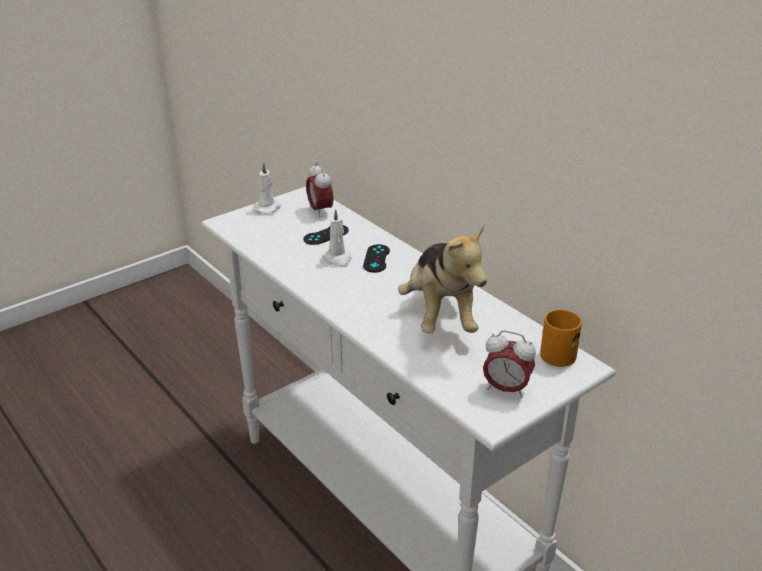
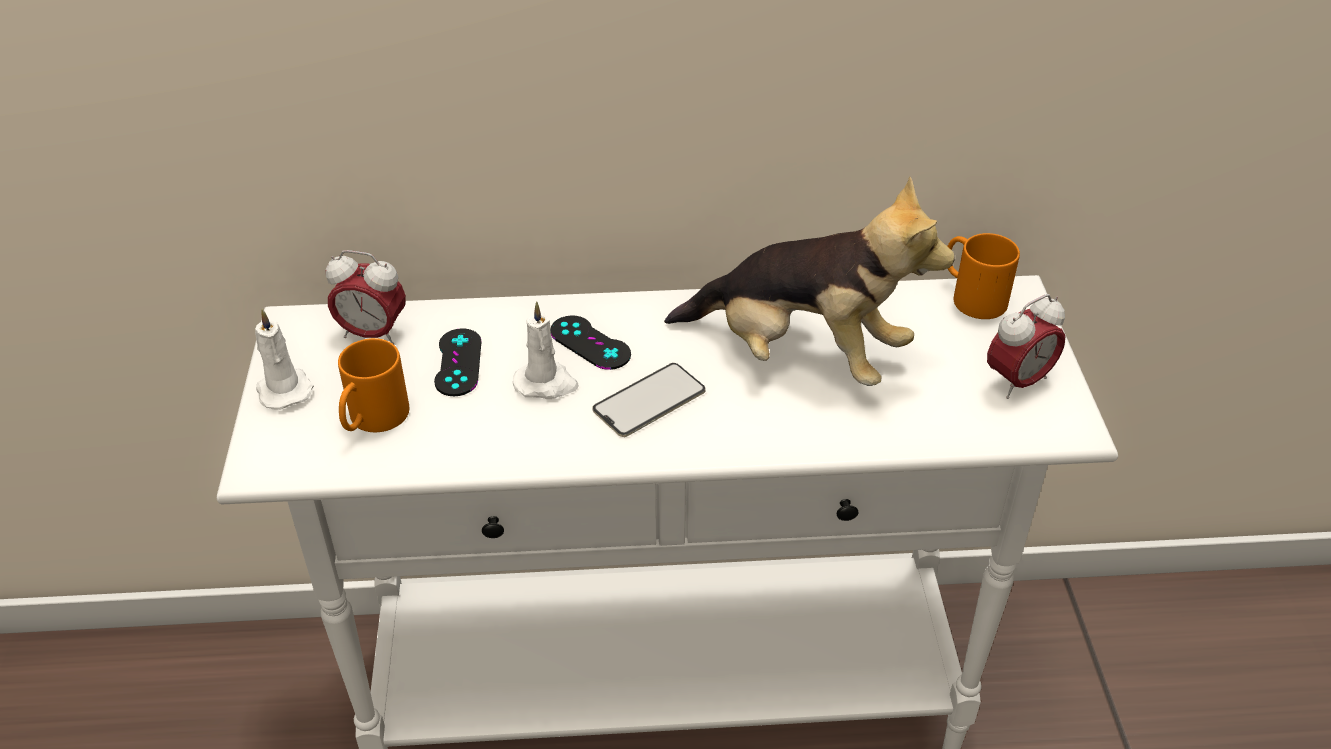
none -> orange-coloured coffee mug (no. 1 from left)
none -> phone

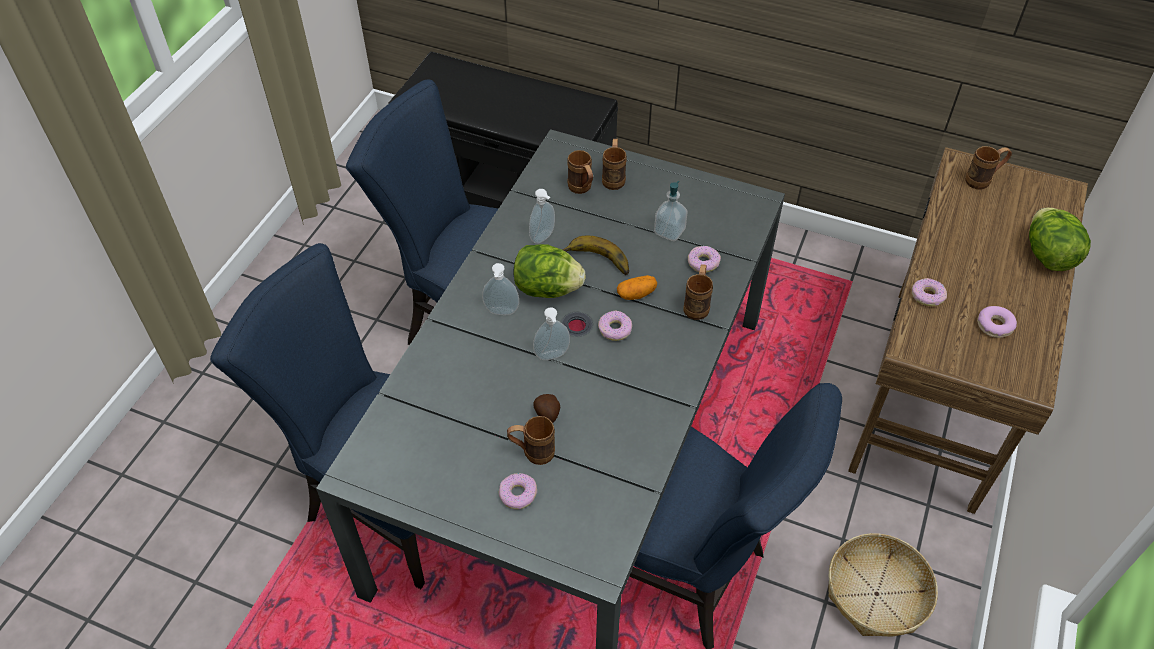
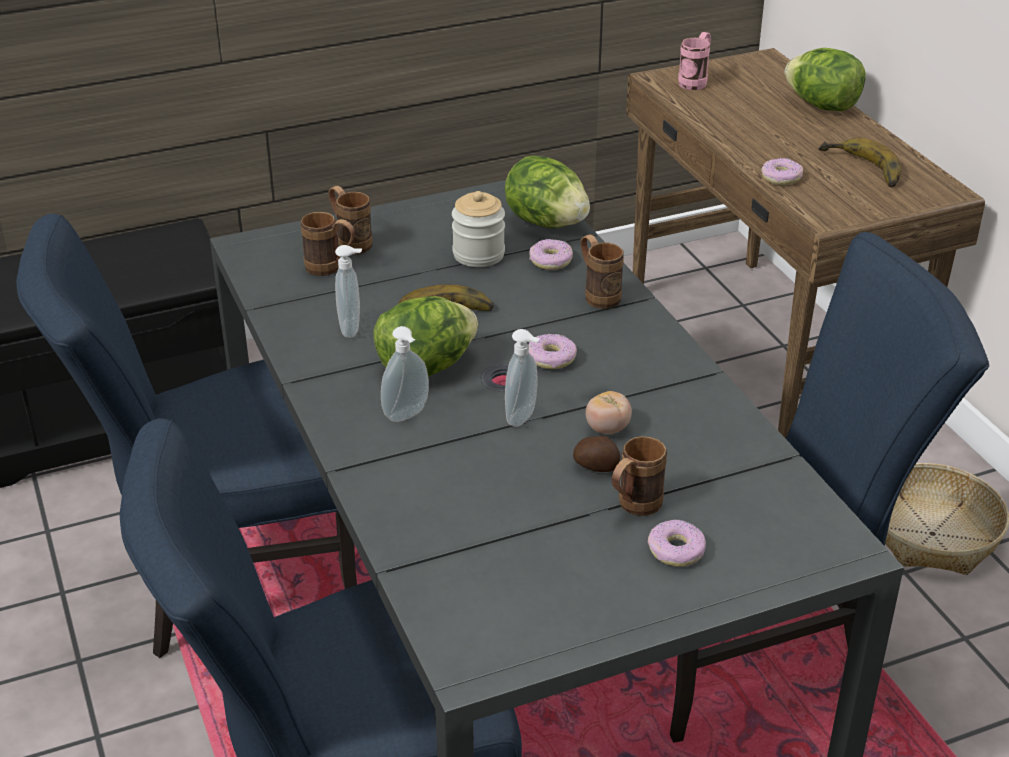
spud (no. 2 from left) -> none
none -> lettuce (no. 2 from left)
none -> tomato
soap dispenser (no. 4 from left) -> preserve jar
doughnut (no. 5 from left) -> banana fruit (no. 2 from left)
brownish coffee mug (no. 5 from left) -> pink-coloured coffee mug

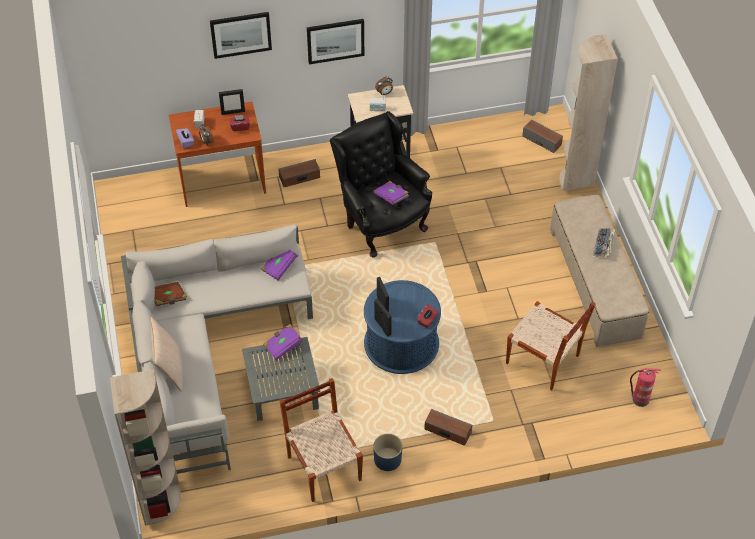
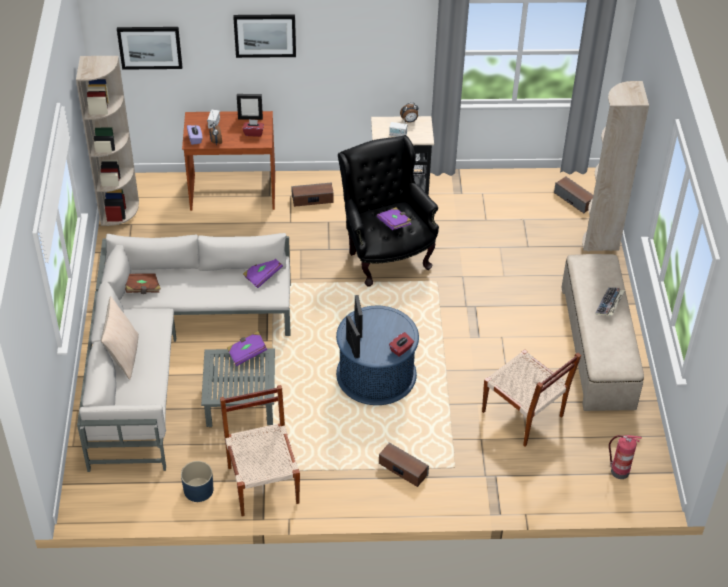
sand-coloured bookshelf (no. 1 from left), relocated
wall picture (no. 2 from left in the first image) -> wall picture (no. 1 from left), relocated
blue-coloured planter, relocated

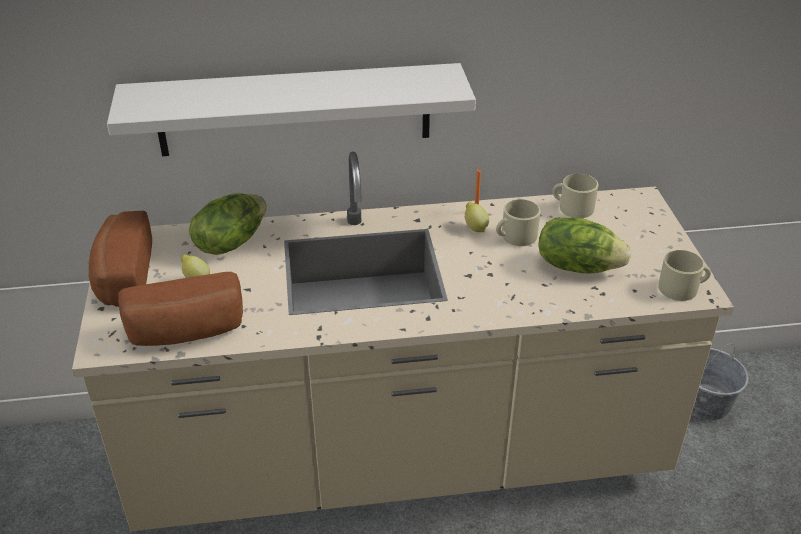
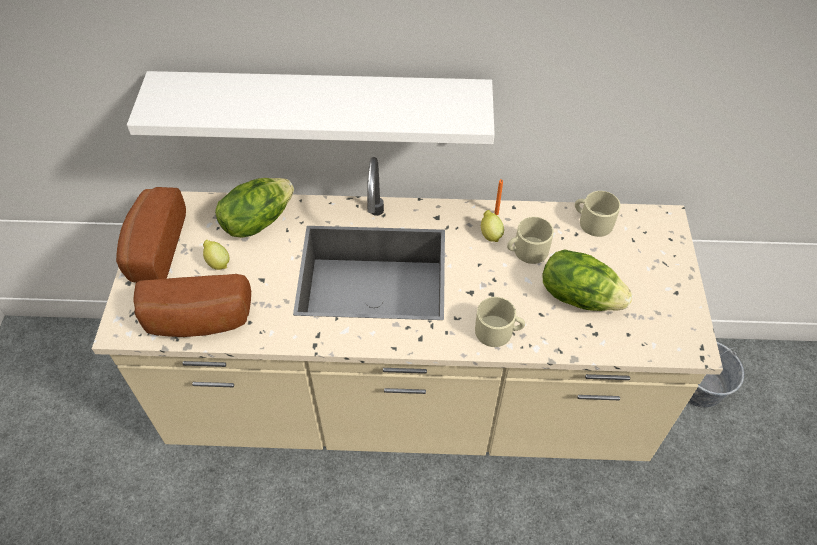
sand-coloured coffee mug (no. 3 from left in the first image) -> sand-coloured coffee mug (no. 1 from left), relocated

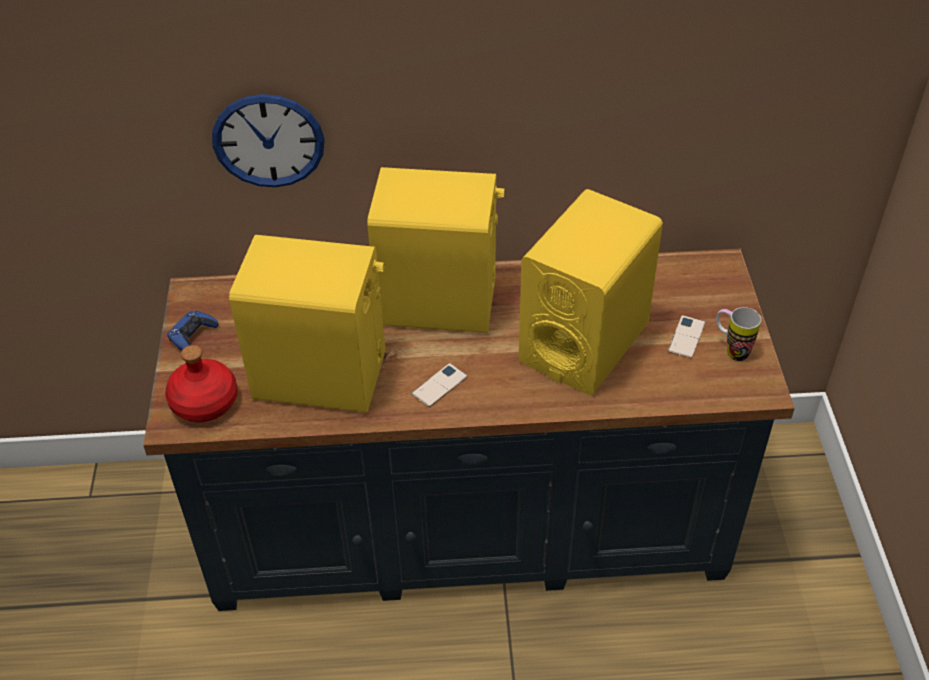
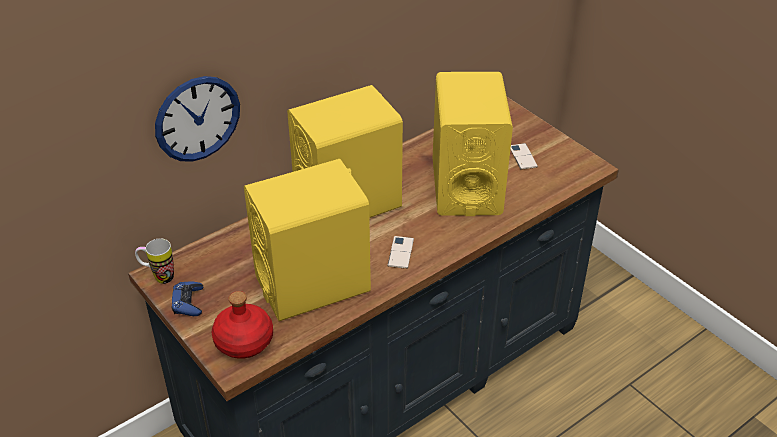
coffee mug, relocated

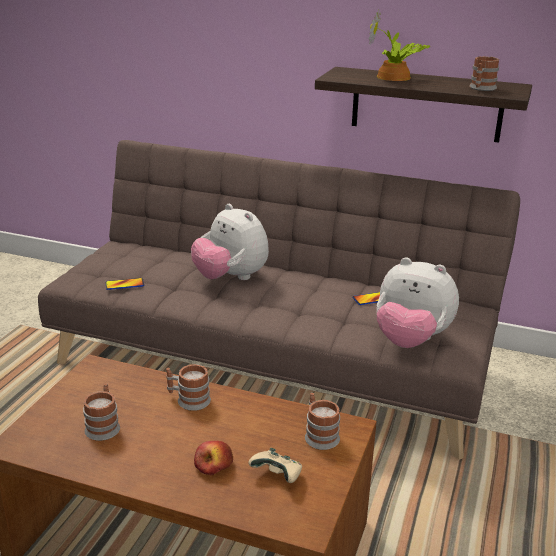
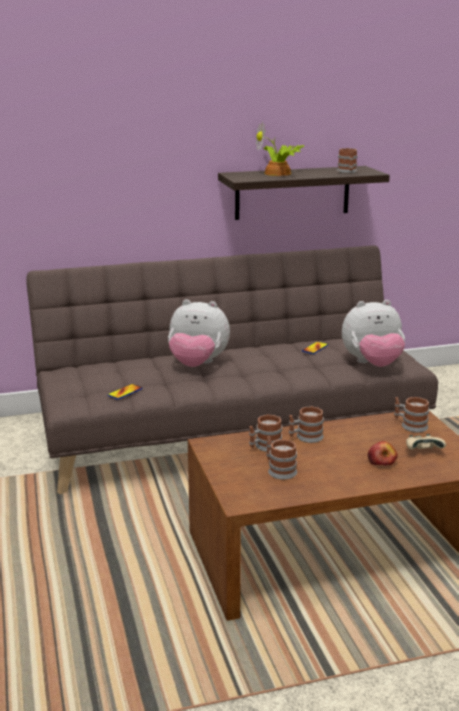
none -> coffee mug (no. 1 from left)

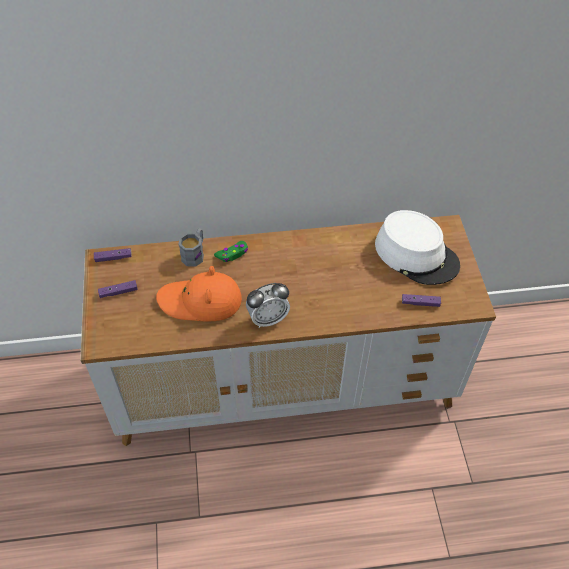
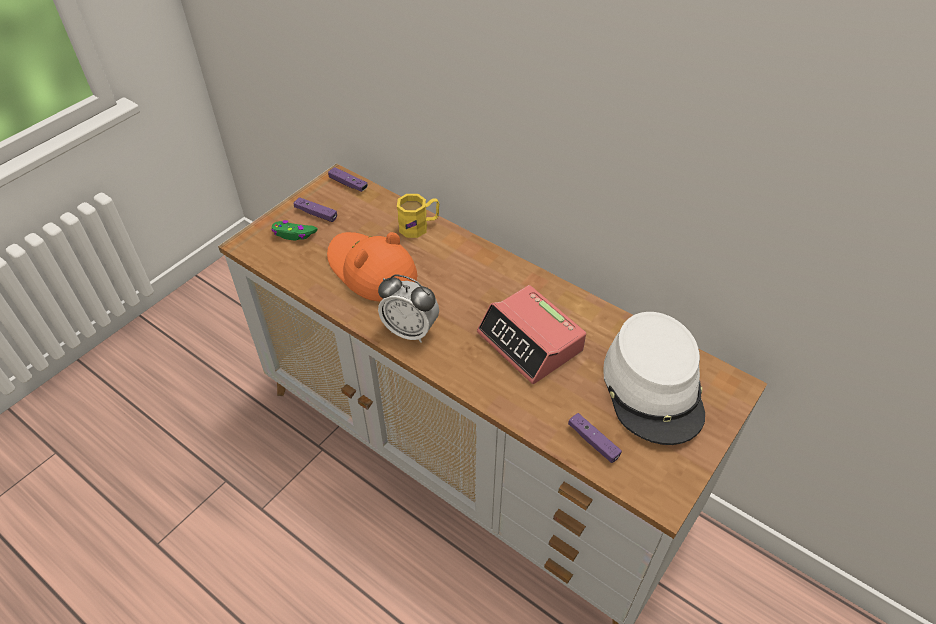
none -> alarm clock (no. 2 from left)
green joypad, relocated
greyish coffee mug -> yellowish coffee mug

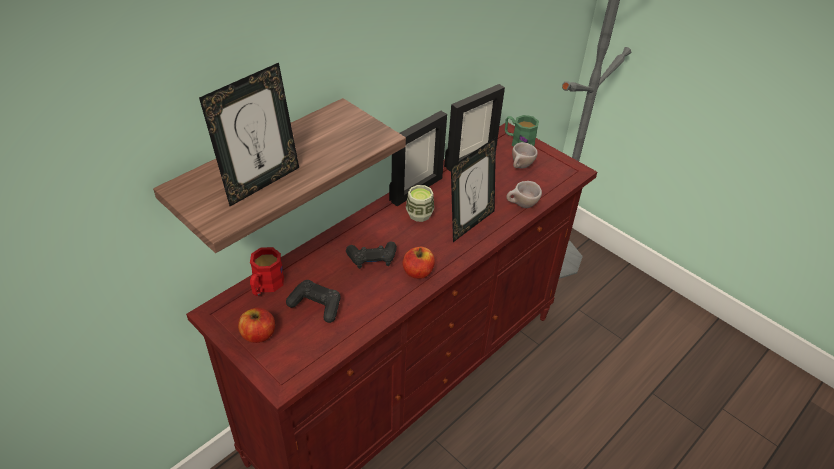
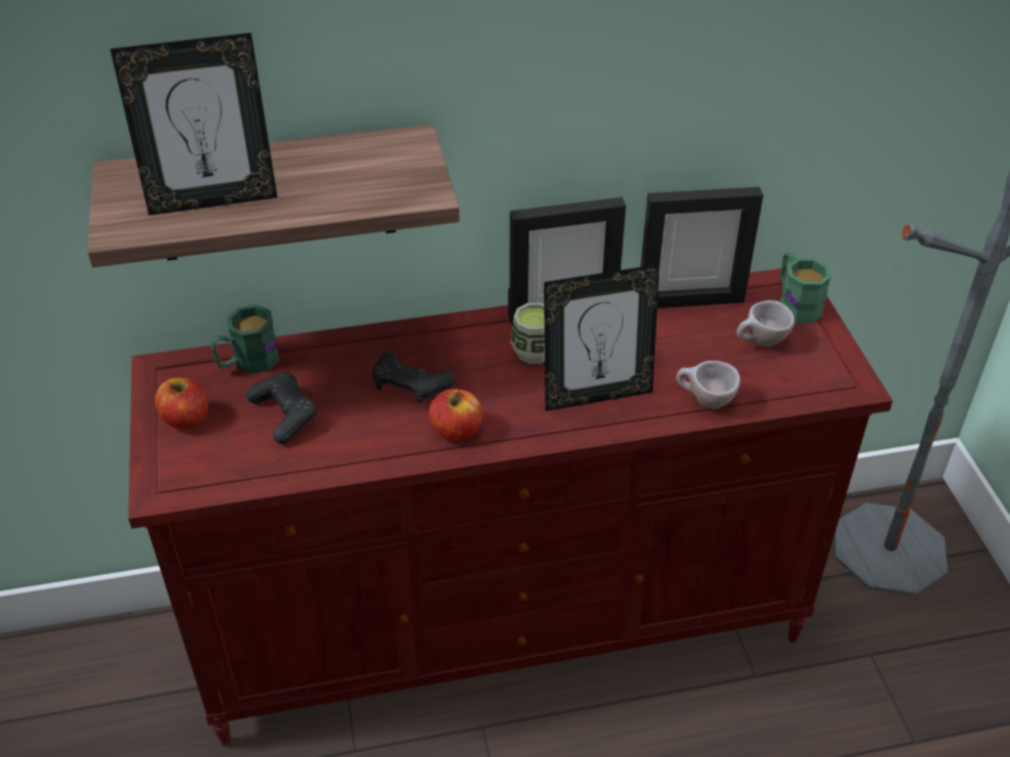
red coffee mug -> green coffee mug (no. 1 from left)

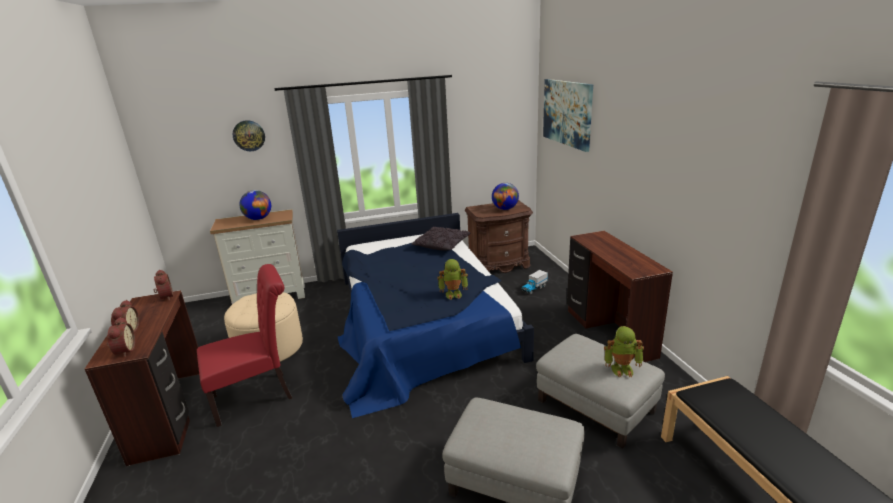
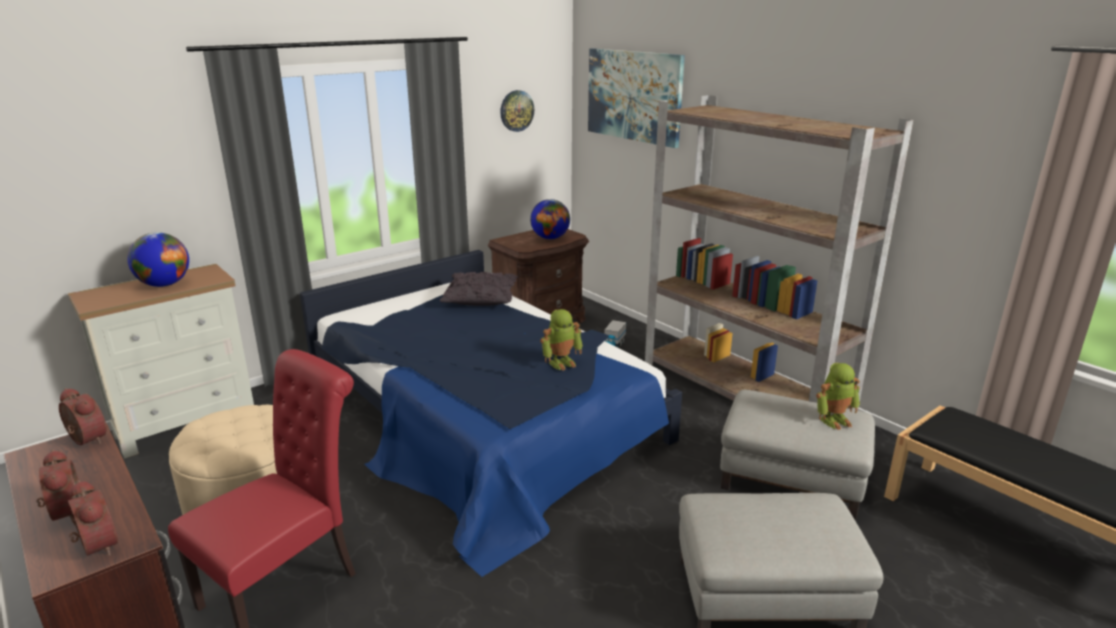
clock on the wall, relocated
brownish desk (no. 2 from left) -> brownish bookshelf

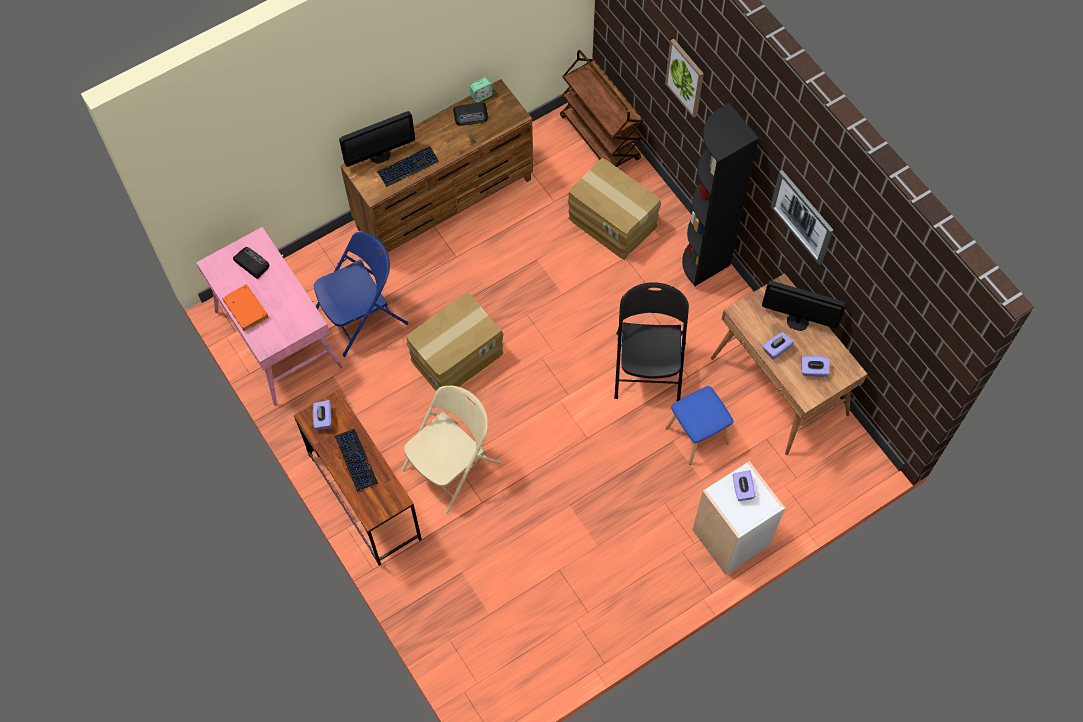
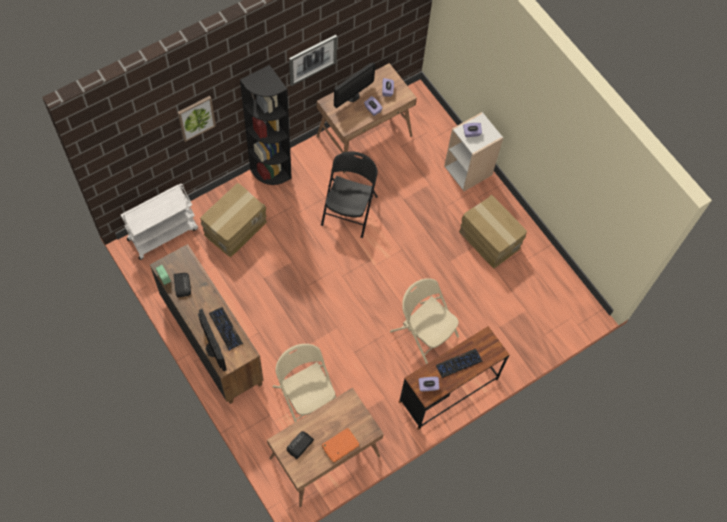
blue-coloured stool seat -> none
packing box (no. 1 from left in the first image) -> packing box (no. 2 from left), relocated
pink-coloured desk -> brownish desk (no. 1 from left)
blue-coloured upright chair -> sand-coloured upright chair (no. 1 from left)
brownish trolley -> white-coloured trolley
black-coloured upright chair, 105 degrees clockwise
computer screen (no. 2 from left), 150 degrees counterclockwise

